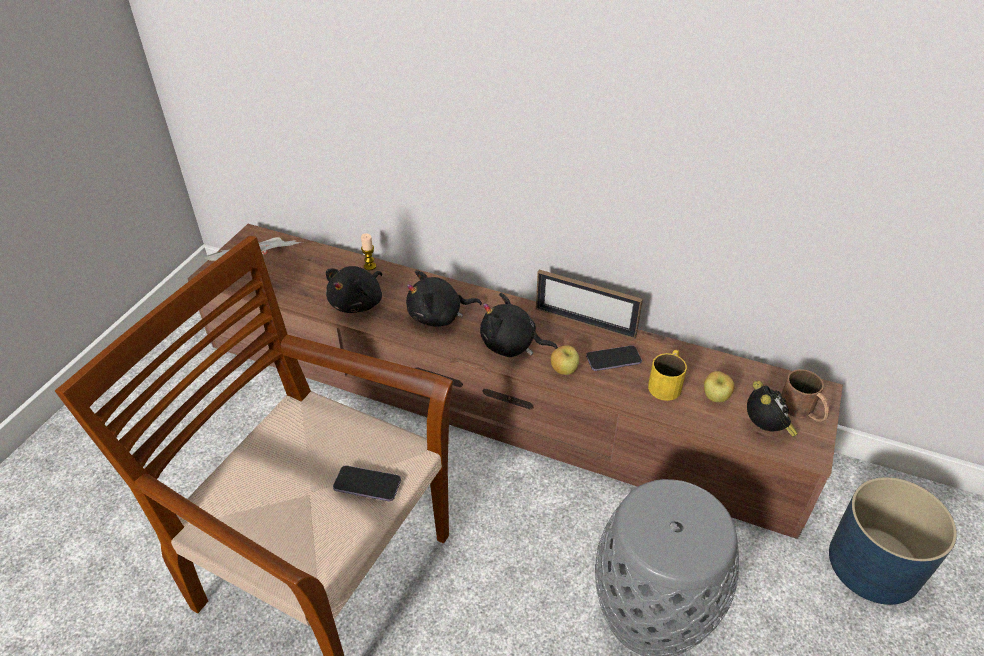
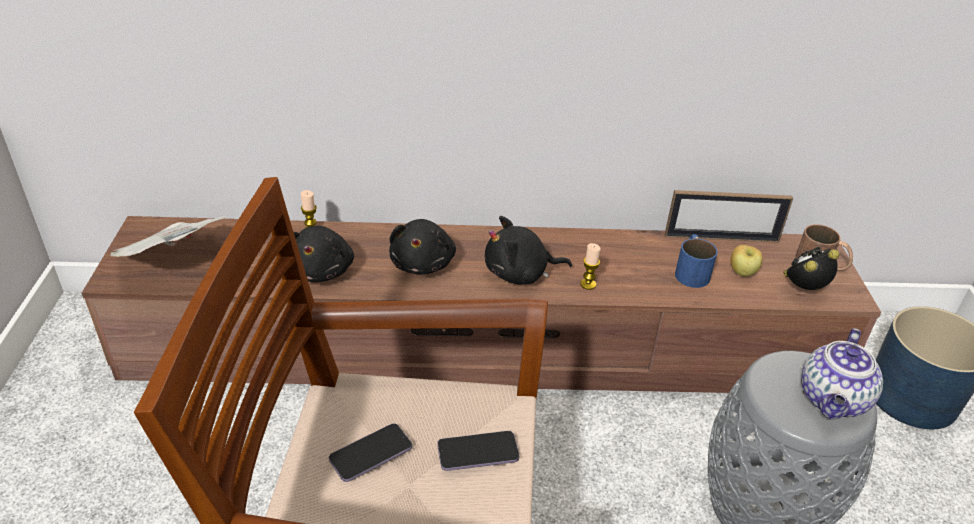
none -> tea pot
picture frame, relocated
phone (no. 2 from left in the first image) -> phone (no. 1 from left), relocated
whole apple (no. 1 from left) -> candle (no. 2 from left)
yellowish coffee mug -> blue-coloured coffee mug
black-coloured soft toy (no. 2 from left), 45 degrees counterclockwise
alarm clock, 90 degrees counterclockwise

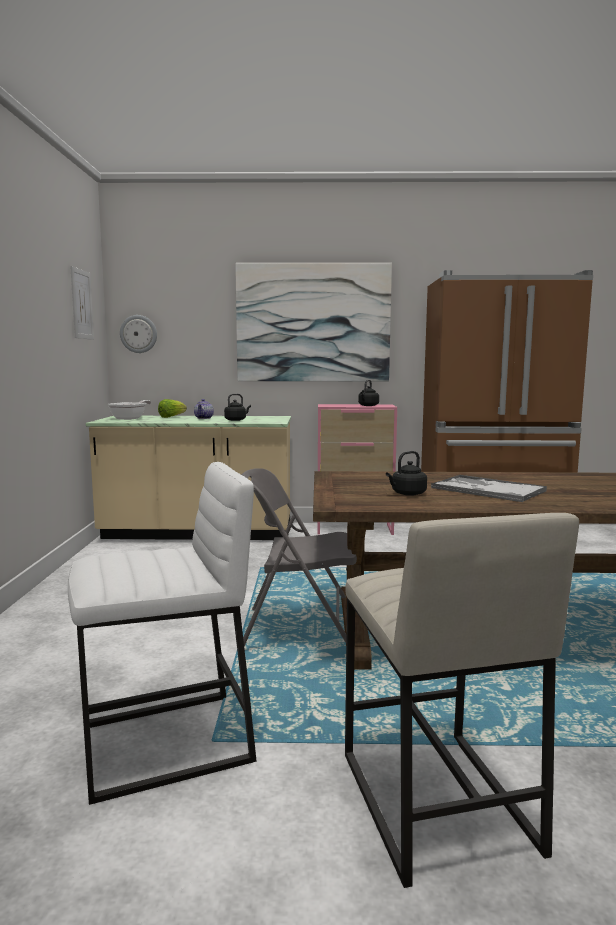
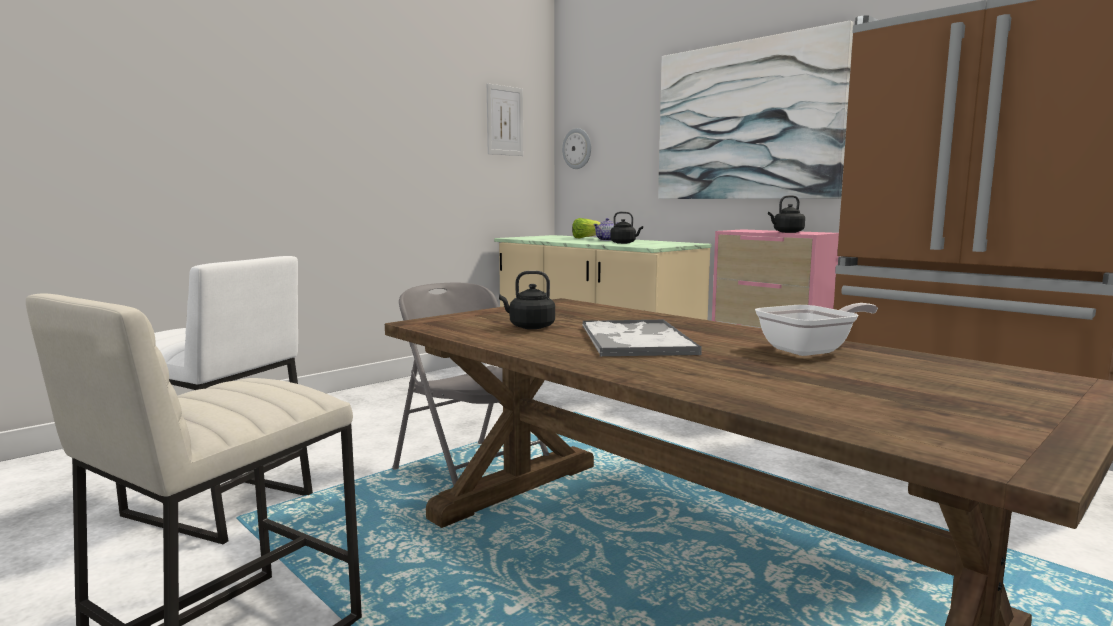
frying pan, relocated

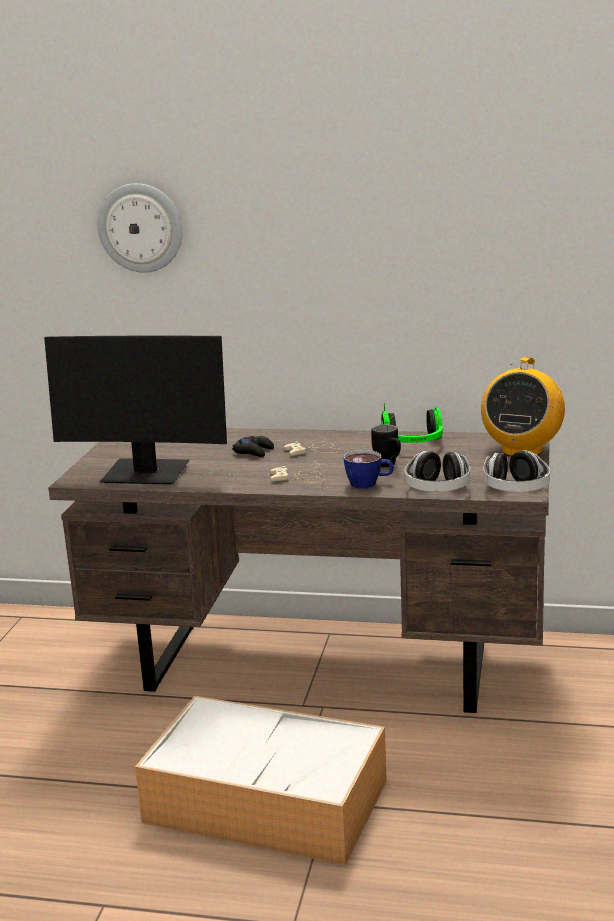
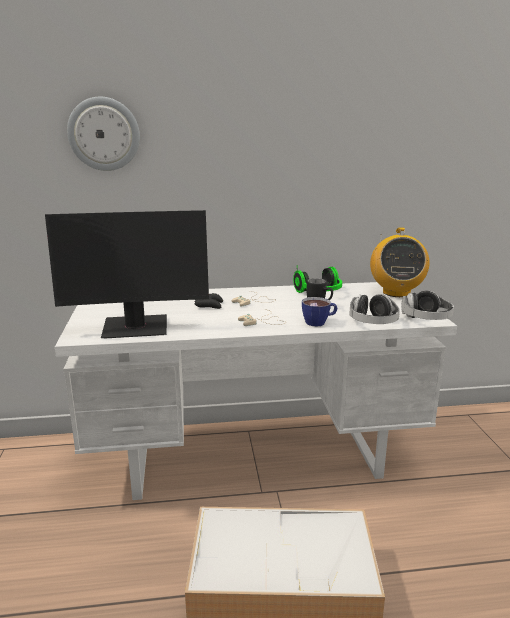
brownish desk -> white-coloured desk

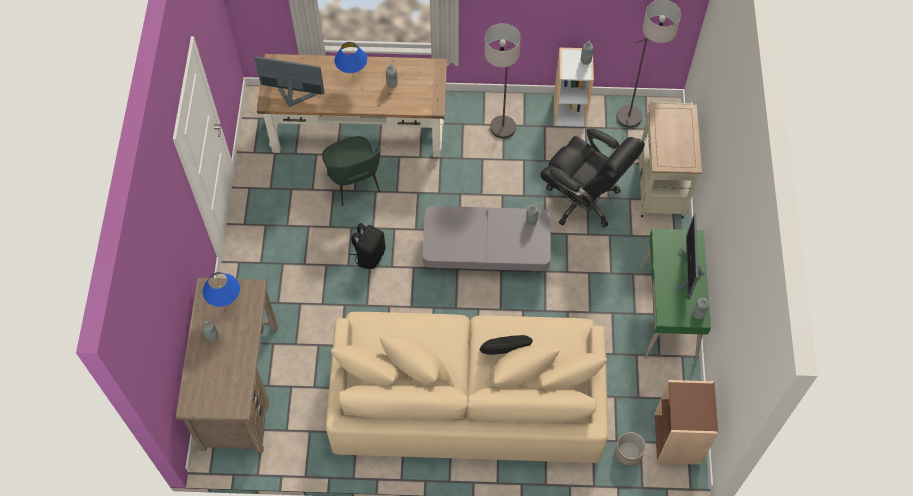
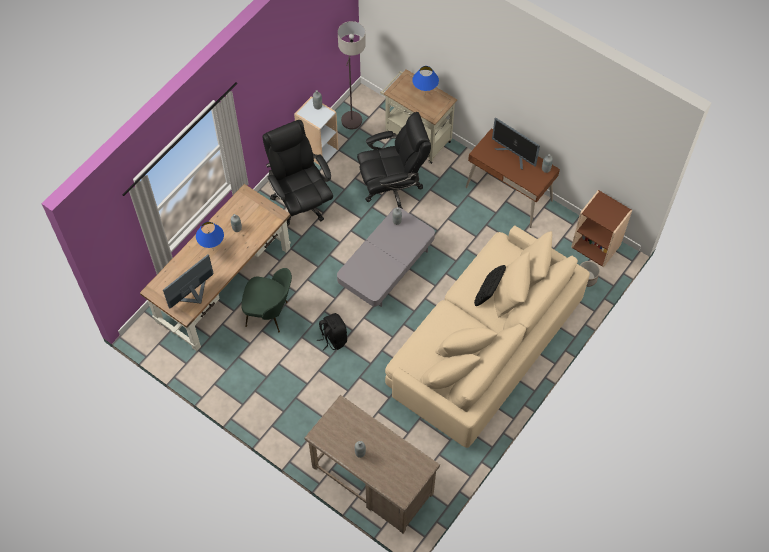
blue-coloured table lamp (no. 1 from left in the first image) -> blue-coloured table lamp (no. 2 from left), relocated
greyish standard lamp (no. 1 from left) -> black-coloured office chair (no. 1 from left)
green desk -> brownish desk (no. 3 from left)

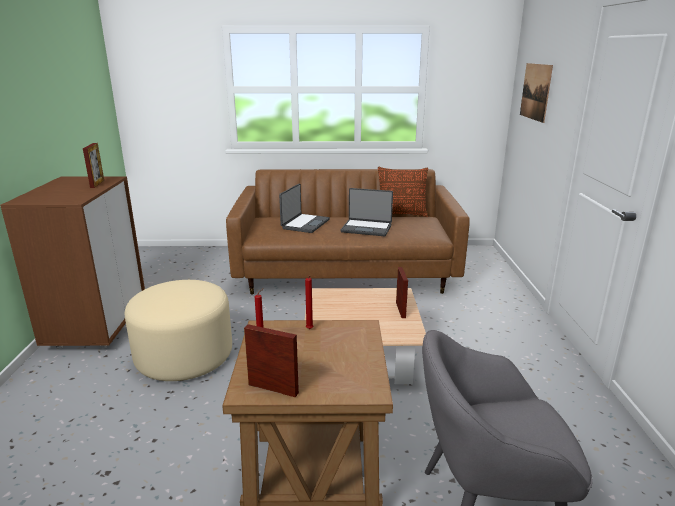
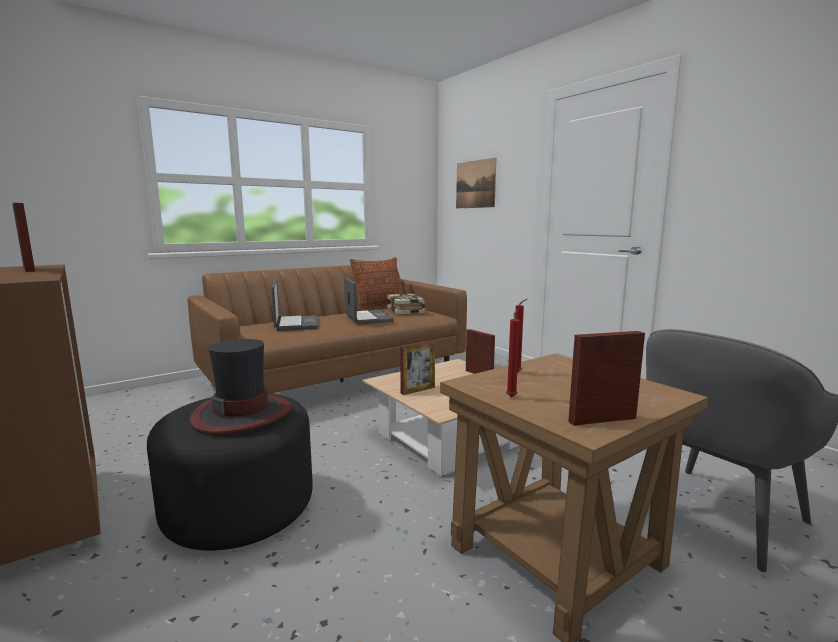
none -> clothing hat
none -> book
none -> picture frame (no. 2 from left)
sand-coloured pouffe -> black-coloured pouffe
portable computer (no. 2 from left), 90 degrees counterclockwise

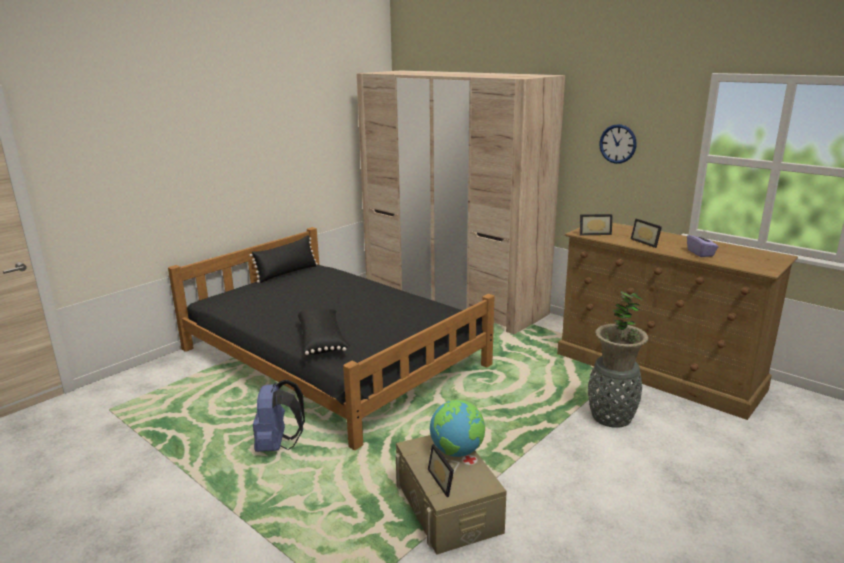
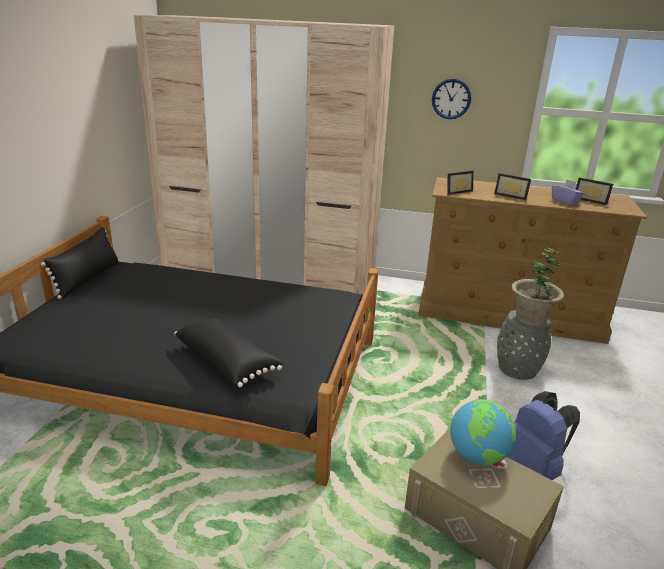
blue-coloured rucksack, relocated
picture frame (no. 1 from left in the first image) -> picture frame (no. 3 from left), relocated

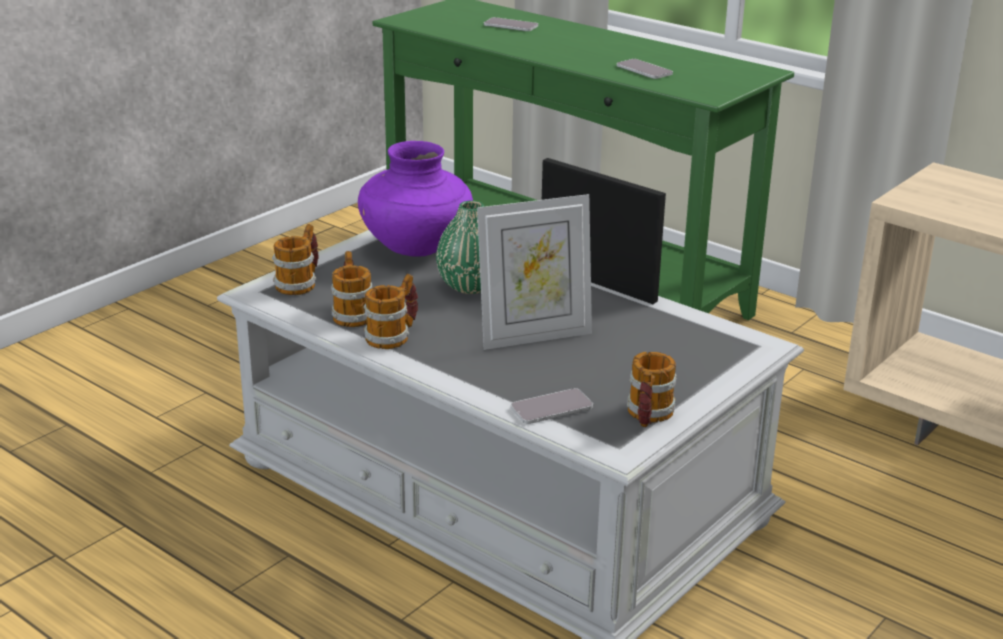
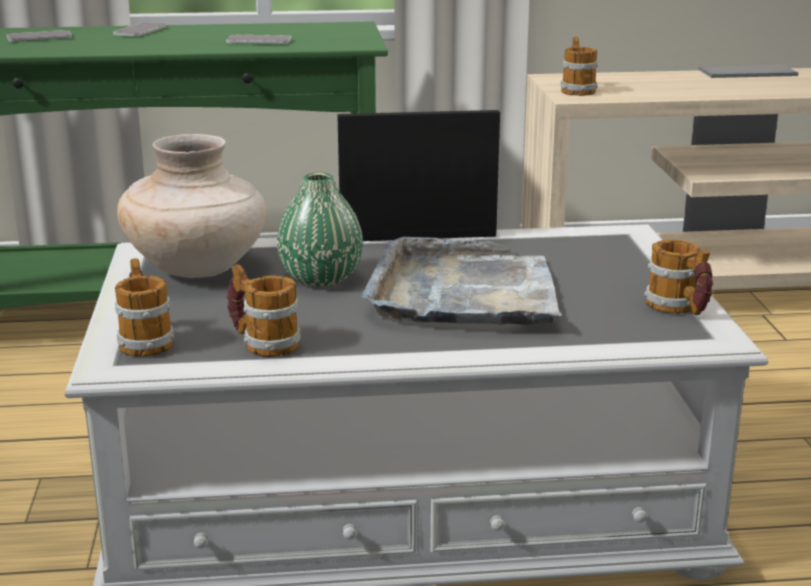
coffee mug (no. 3 from left), relocated
phone (no. 2 from left), relocated
picture frame (no. 1 from left) -> greyish serving tray
purplish flower vase -> sand-coloured flower vase

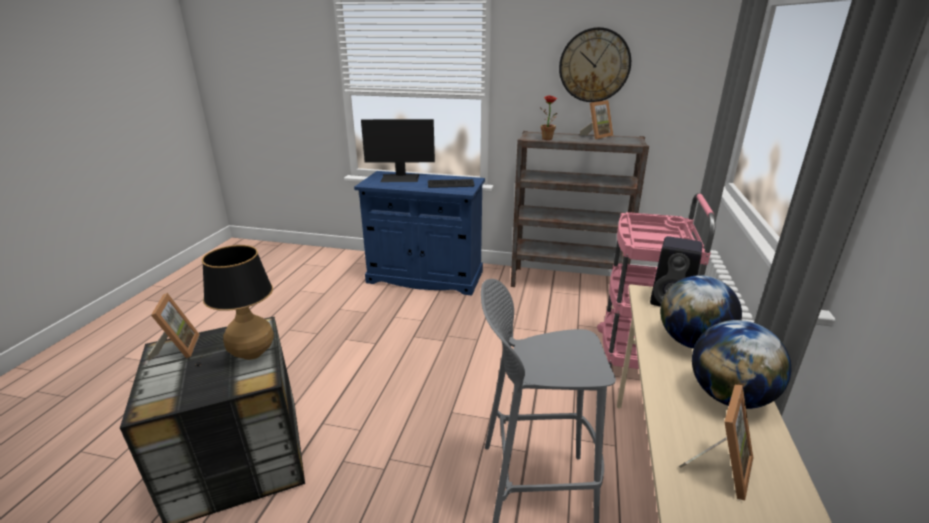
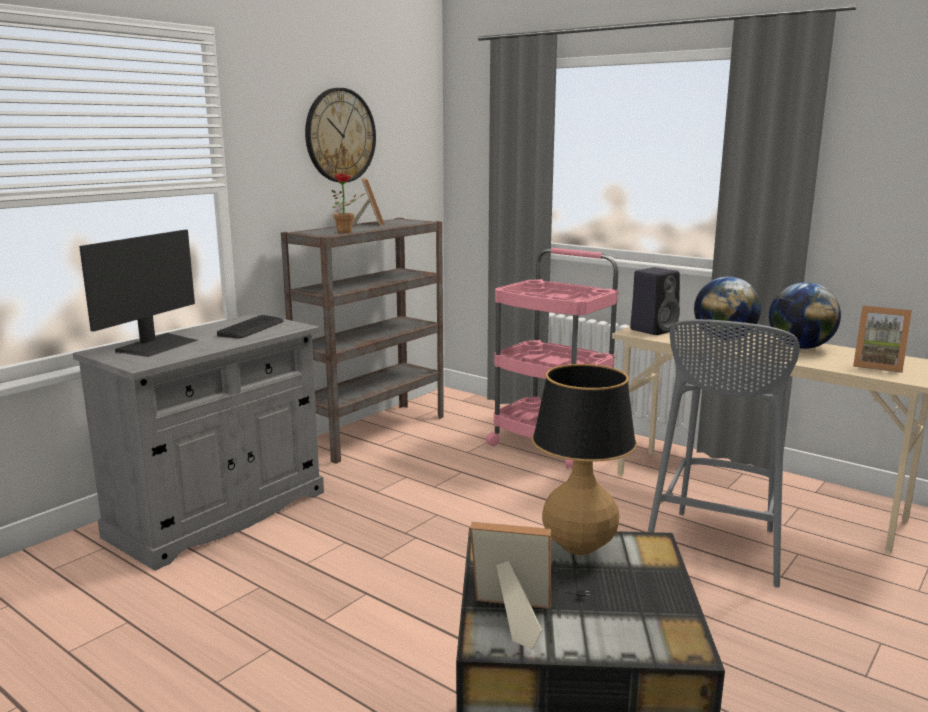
blue-coloured cabinet -> greyish cabinet
picture frame (no. 3 from left), 150 degrees clockwise

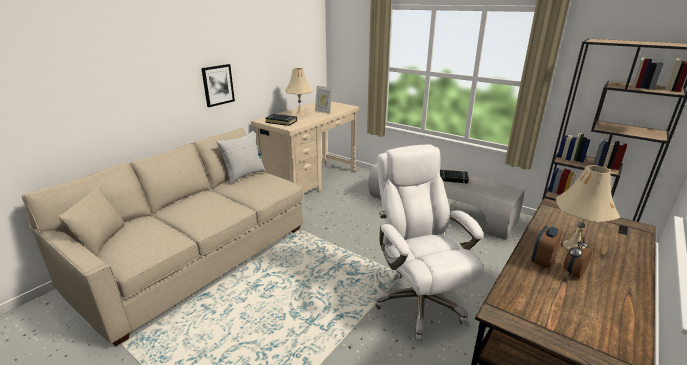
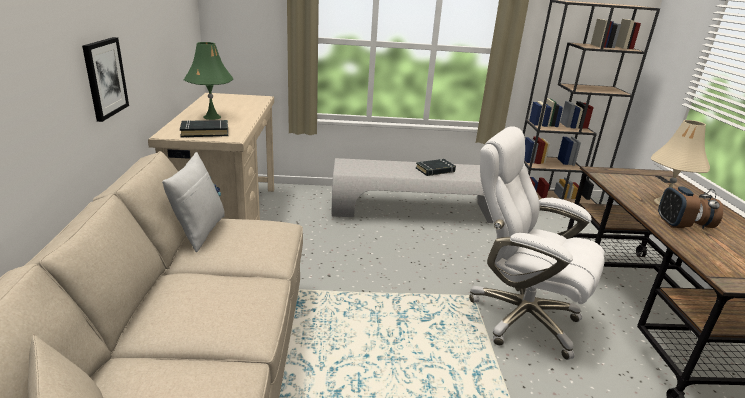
picture frame -> none
sand-coloured table lamp (no. 1 from left) -> green table lamp

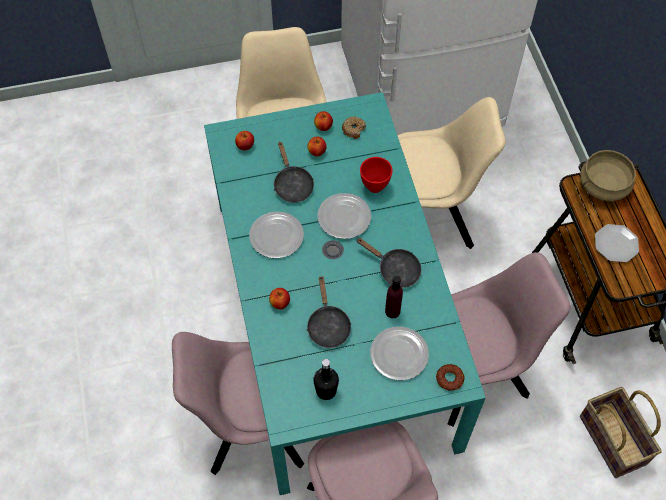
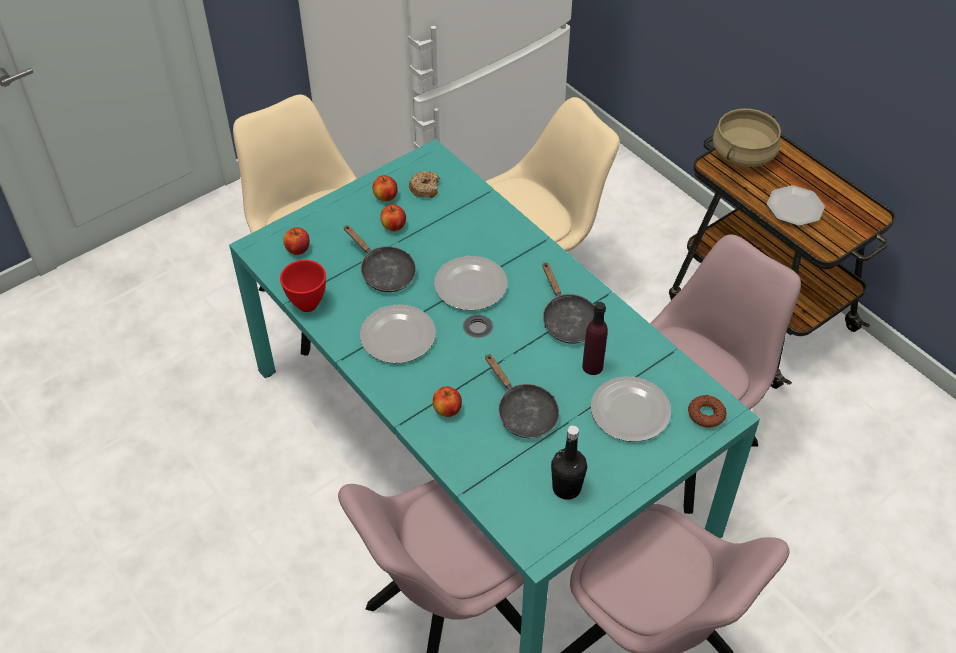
basket -> none
red deep dish, relocated
black-coloured frying pan (no. 3 from left), 60 degrees clockwise

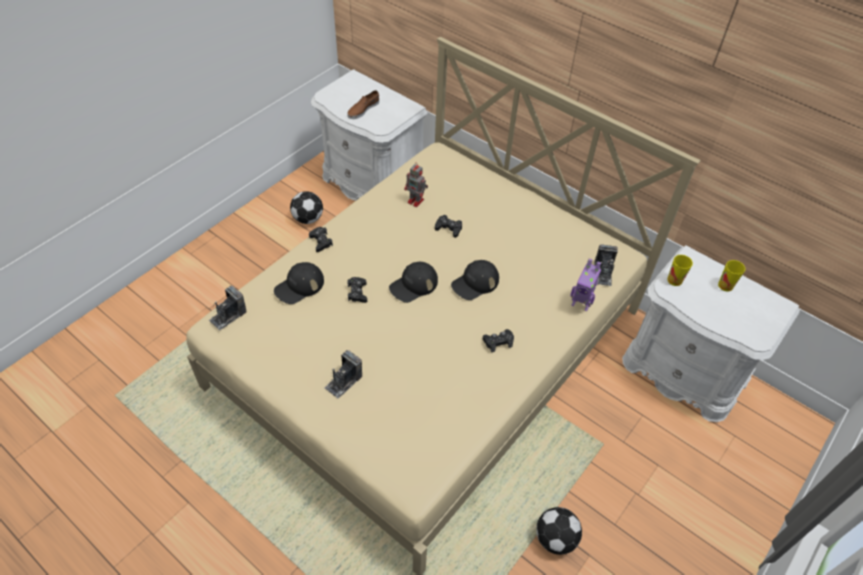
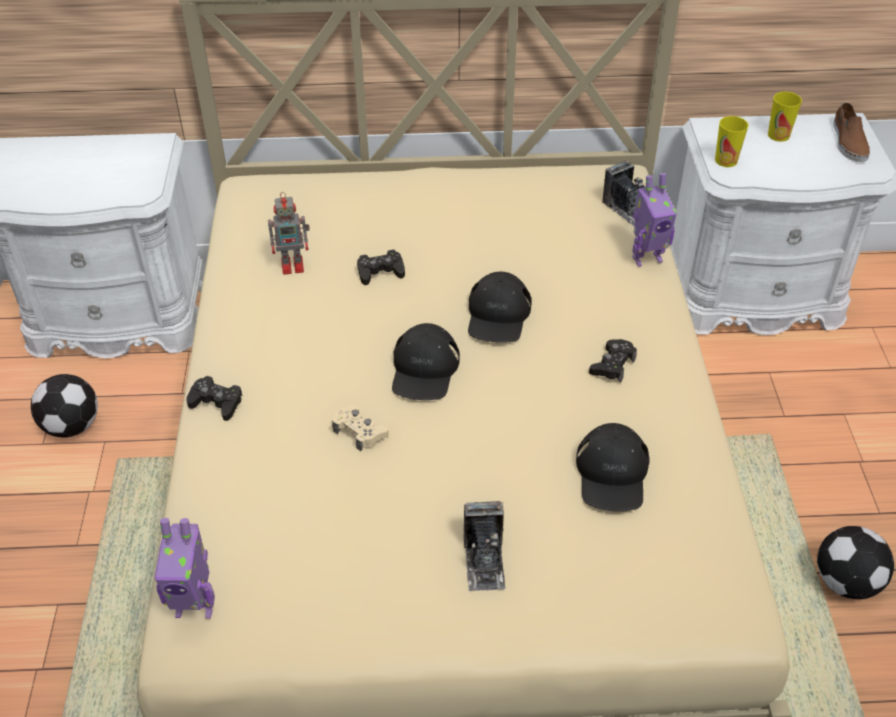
black-coloured peaked cap (no. 1 from left in the first image) -> black-coloured peaked cap (no. 3 from left), relocated
brownish shoe, relocated
still camera (no. 1 from left) -> model robot (no. 1 from left)
black-coloured joypad (no. 2 from left) -> sand-coloured joypad

